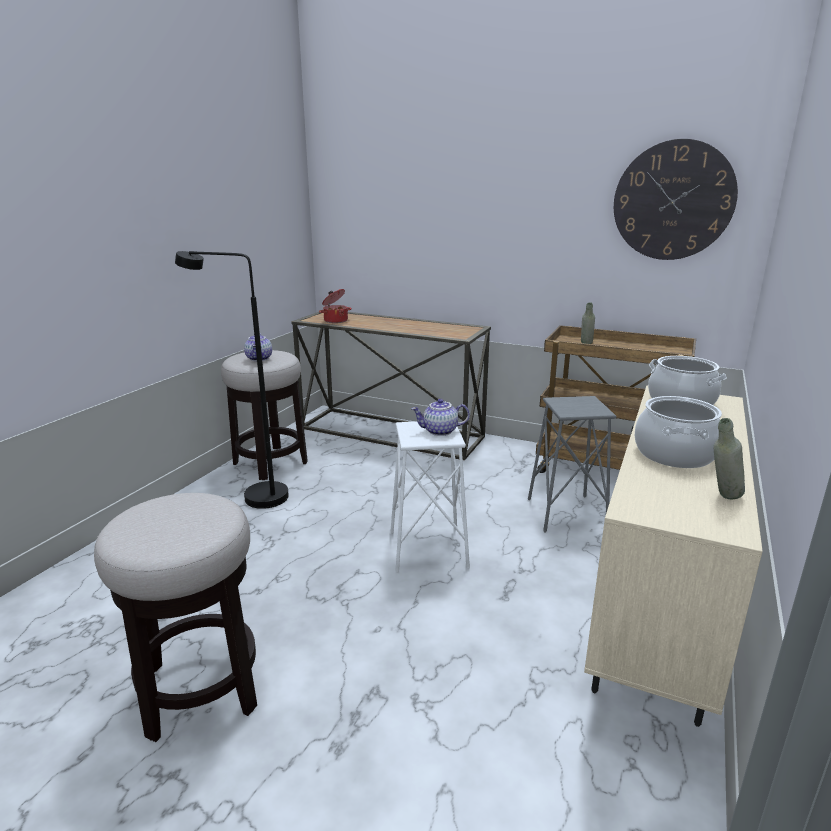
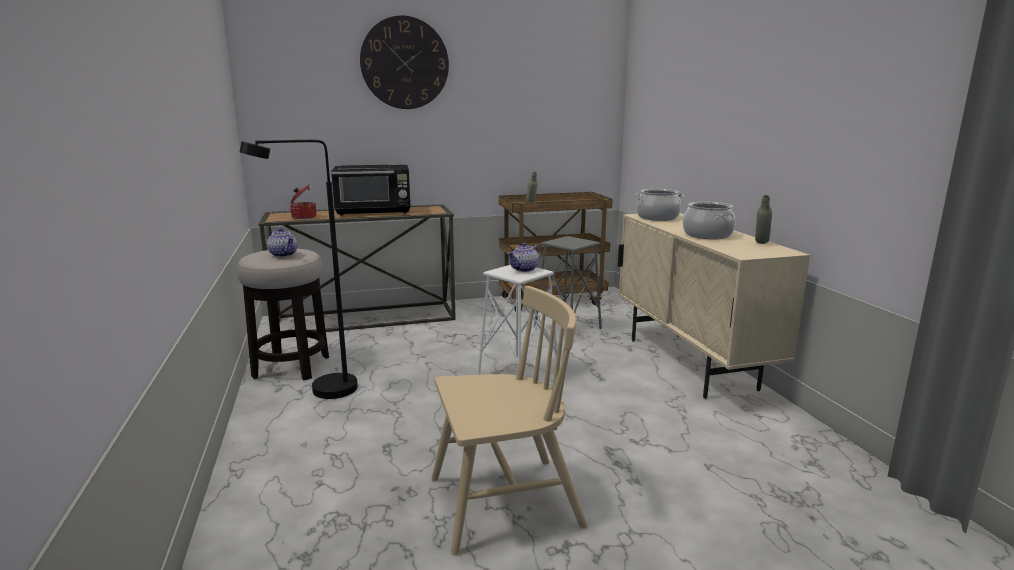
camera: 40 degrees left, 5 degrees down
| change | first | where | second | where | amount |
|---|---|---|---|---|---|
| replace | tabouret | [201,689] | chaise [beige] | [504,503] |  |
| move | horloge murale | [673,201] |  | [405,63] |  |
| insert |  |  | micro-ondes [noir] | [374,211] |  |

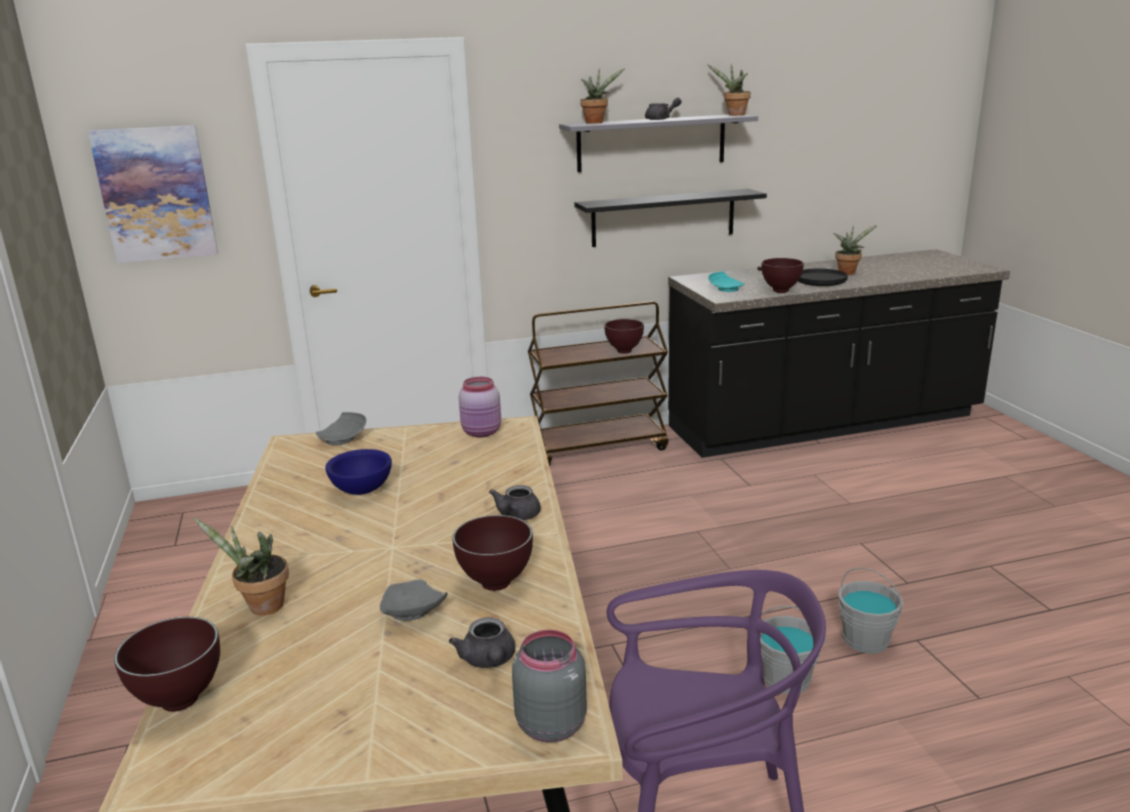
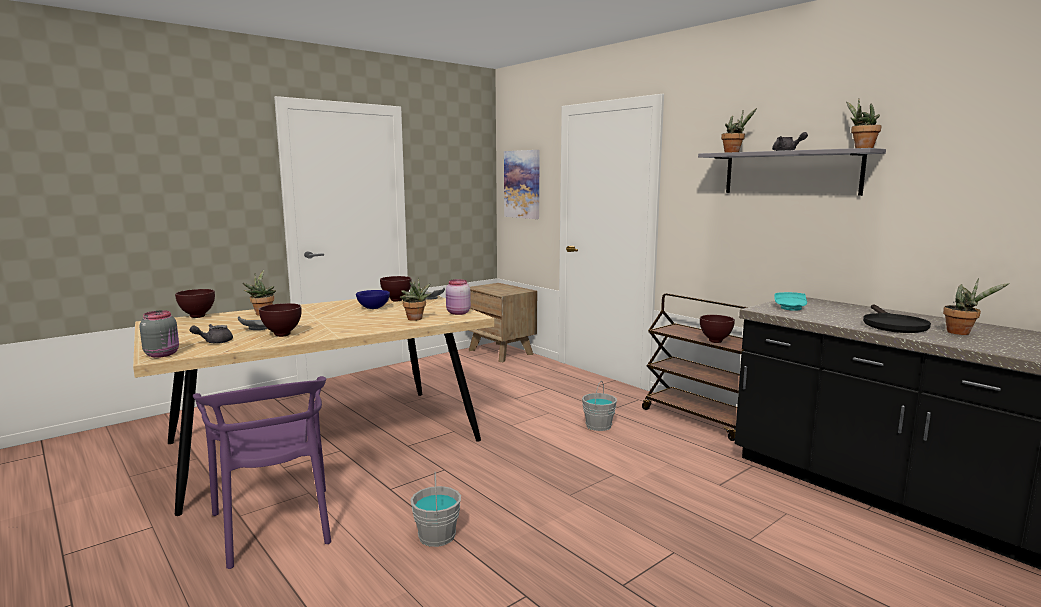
camera: 65 degrees right, 10 degrees down
| change | first | where | second | where | amount |
|---|---|---|---|---|---|
| delete | théière [gris] | [516,516] |  |  |  |
| delete | étagère [noir] | [663,217] |  |  |  |
| move | bol [marron] | [781,291] |  | [395,300] |  |
| move | seau [gris] | [866,639] |  | [599,426] |  |
| insert |  |  | plante en pot | [415,319] |  |
| insert |  |  | table de chevet [marron] | [501,352] |  |

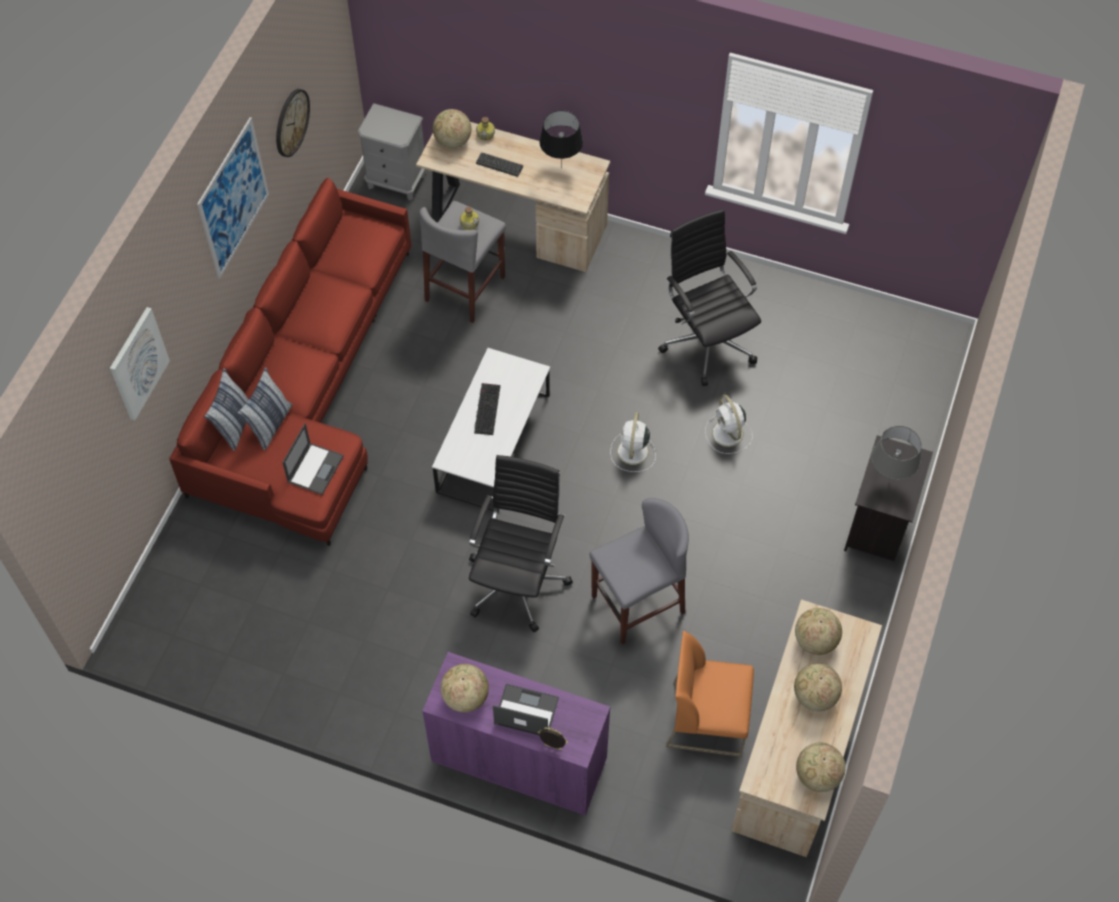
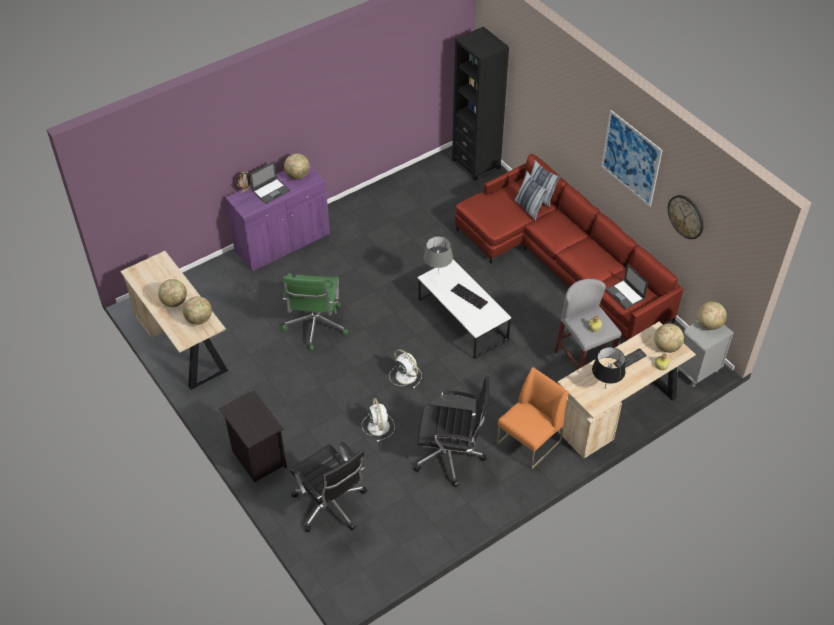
camera: 125 degrees right, 10 degrees down
| change | first | where | second | where | amount |
|---|---|---|---|---|---|
| delete | tableau | [138,363] |  |  |  |
| move | ordinateur portable | [315,468] |  | [625,295] |  |
| move | chaise de bureau [noir] | [518,581] |  | [331,506] |  |
| replace | tabouret [gris] | [637,604] | chaise de bureau [vert] | [315,326] |  |
| move | chaise [orange] | [707,718] |  | [529,442] |  |
| rotate | ventilateur [blanc] | [728,434] |  | [378,426] | 60 degrees clockwise |
| move | globe | [817,775] |  | [709,324] |  |
| move | lampe de table [gris] | [888,480] |  | [438,275] |  |
| insert |  |  | bibliothèque [noir] | [476,163] |  |

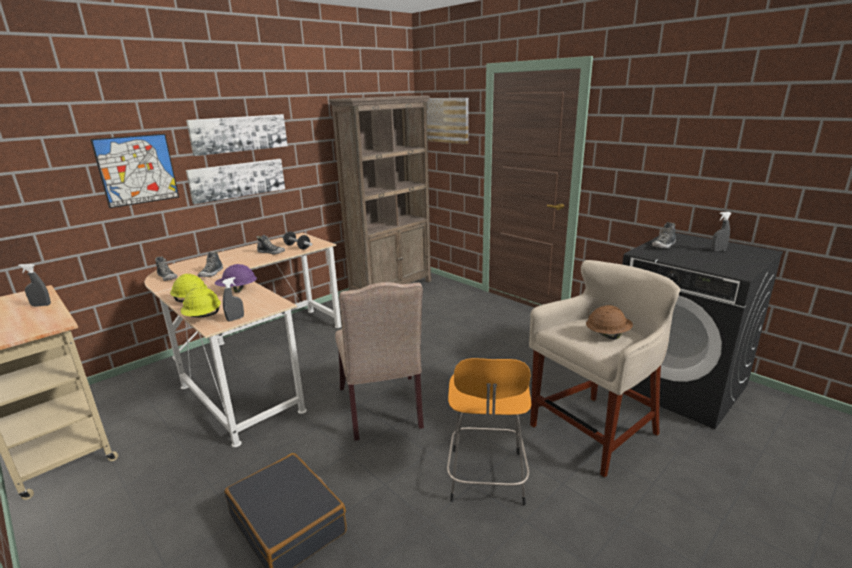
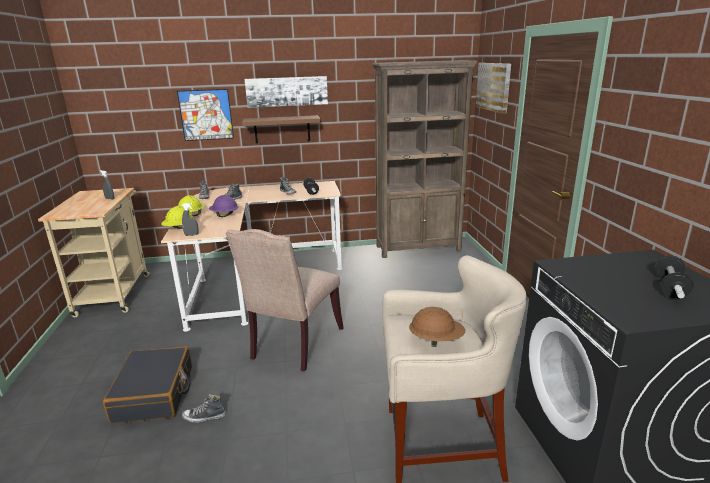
camera: 35 degrees right, 0 degrees up
| change | first | where | second | where | amount |
|---|---|---|---|---|---|
| replace | tableau | [238,180] | étagère [marron] | [282,129] |  |
| delete | tabouret [orange] | [486,478] |  |  |  |
| move | chaussure | [663,246] |  | [204,417] |  |
| replace | vaporisateur [gris] | [718,250] | haltère | [670,288] |  |

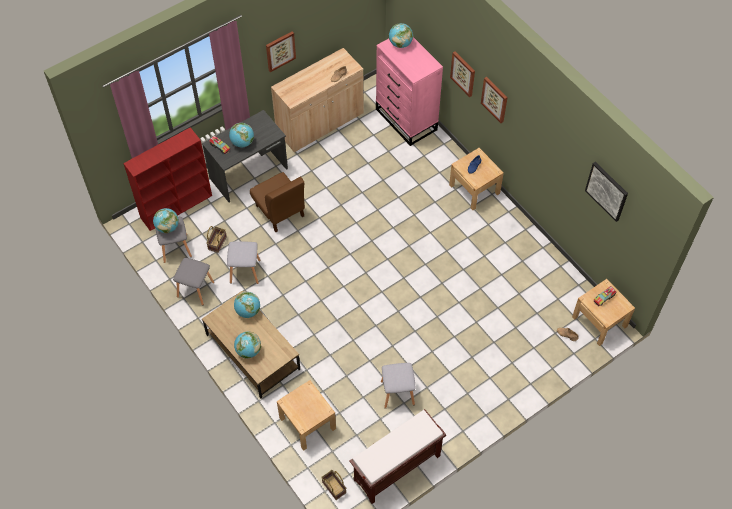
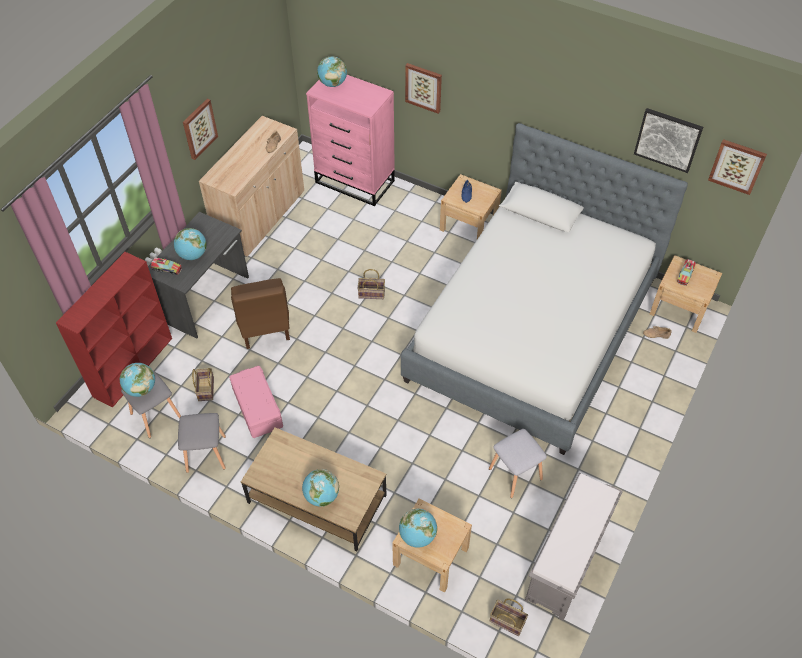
camera: 25 degrees left, 5 degrees down
| change | first | where | second | where | amount |
|---|---|---|---|---|---|
| replace | tabouret [gris] | [244,271] | boîte de rangement [rose] | [257,408] |  |
| move | globe | [248,311] |  | [417,536] |  |
| rotate | chaise [marron] | [280,211] |  | [264,325] | 45 degrees clockwise |
| recolor | banc [marron] | [396,468] | banc [gris] | [566,563] |  |
| move | tableau | [495,99] |  | [737,166] |  |
| insert |  |  | panier | [372,293] |  |
| insert |  |  | lit | [533,329] |  |

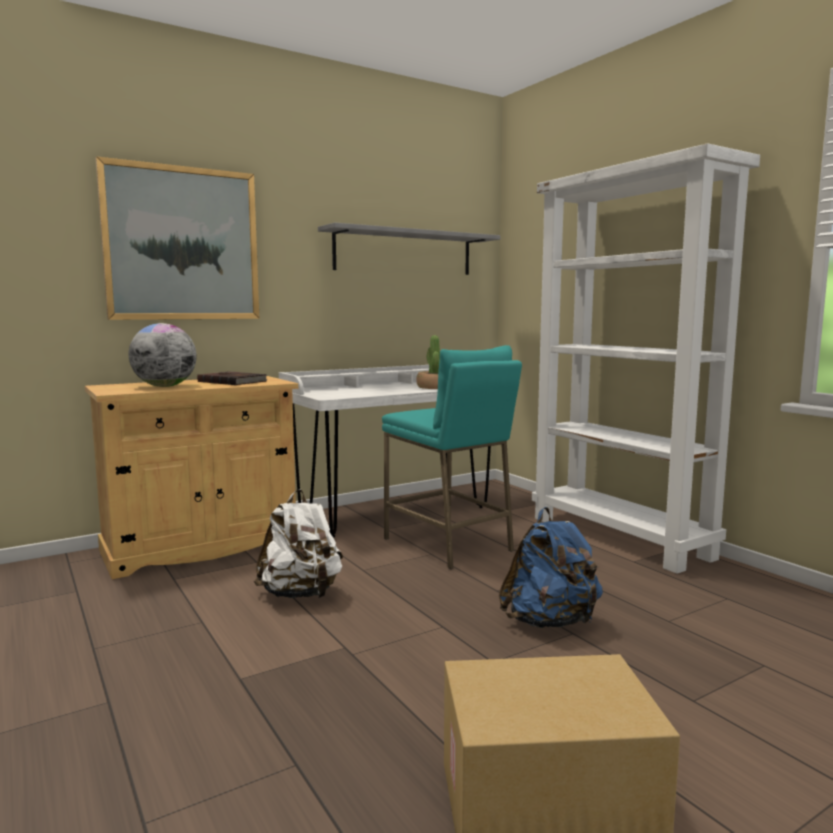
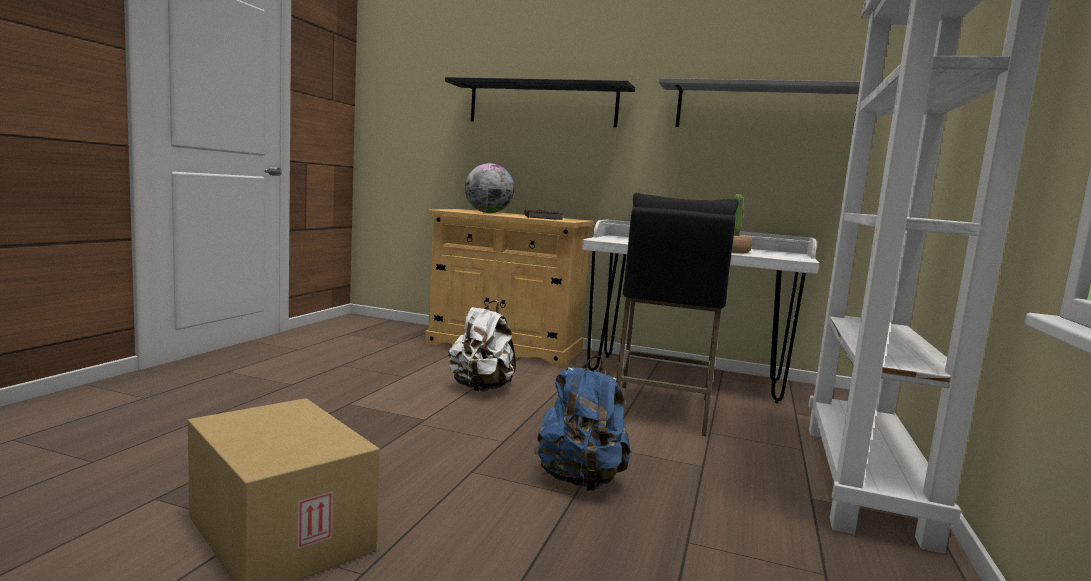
camera: 50 degrees right, 0 degrees up
| change | first | where | second | where | amount |
|---|---|---|---|---|---|
| replace | tableau | [182,244] | étagère [noir] | [542,105] |  |
| recolor | tabouret [turquoise] | [448,545] | tabouret [noir] | [661,409] |  |

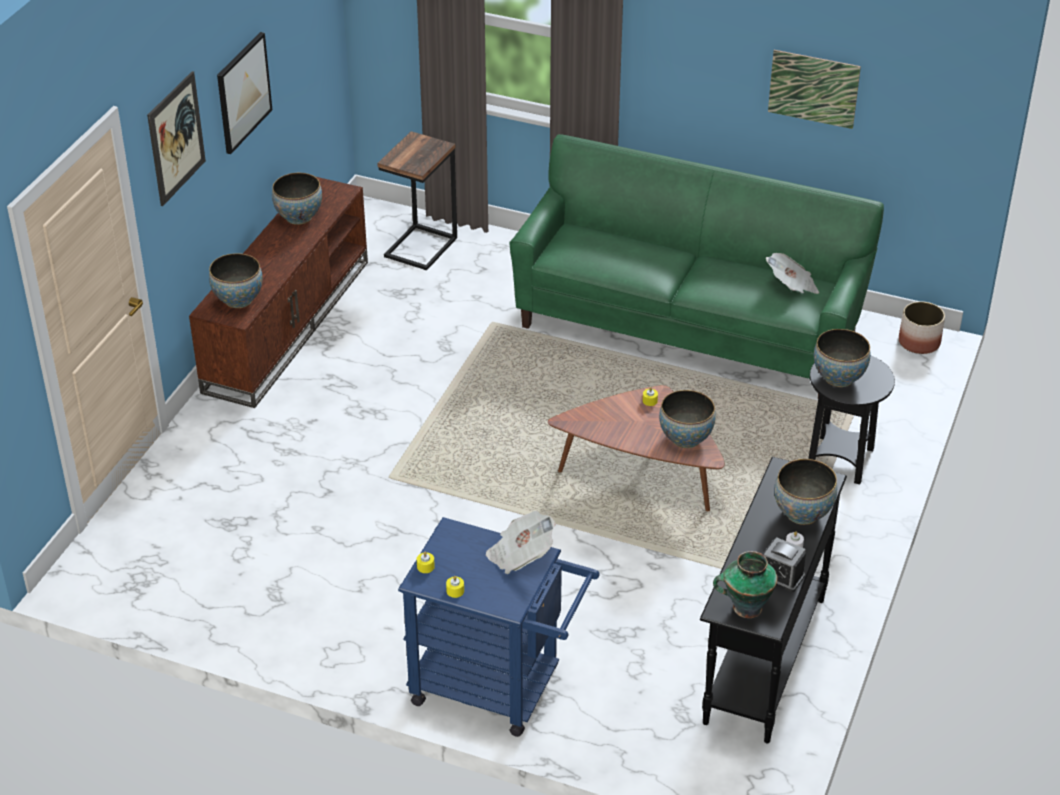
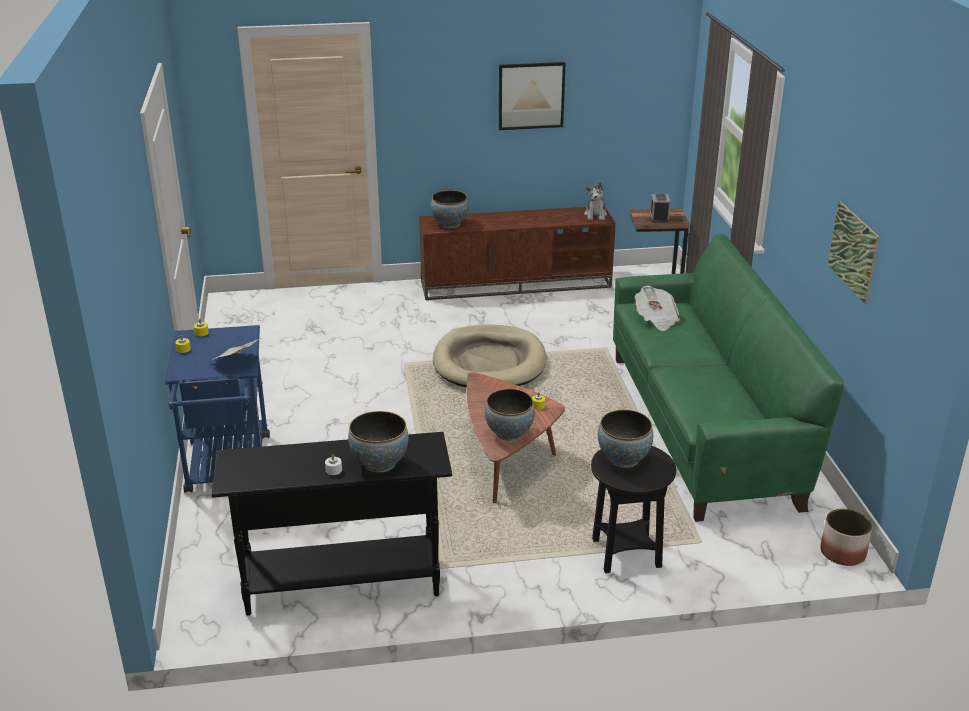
camera: 60 degrees right, 10 degrees down
| change | first | where | second | where | amount |
|---|---|---|---|---|---|
| delete | tableau | [176,138] |  |  |  |
| delete | bol | [299,217] |  |  |  |
| delete | vase | [745,608] |  |  |  |
| move | réveil | [781,576] |  | [659,217] |  |
| move | journal | [792,286] |  | [656,319] |  |
| insert |  |  | panier pour chien [beige] | [489,363] |  |
| insert |  |  | peluche | [595,215] |  |

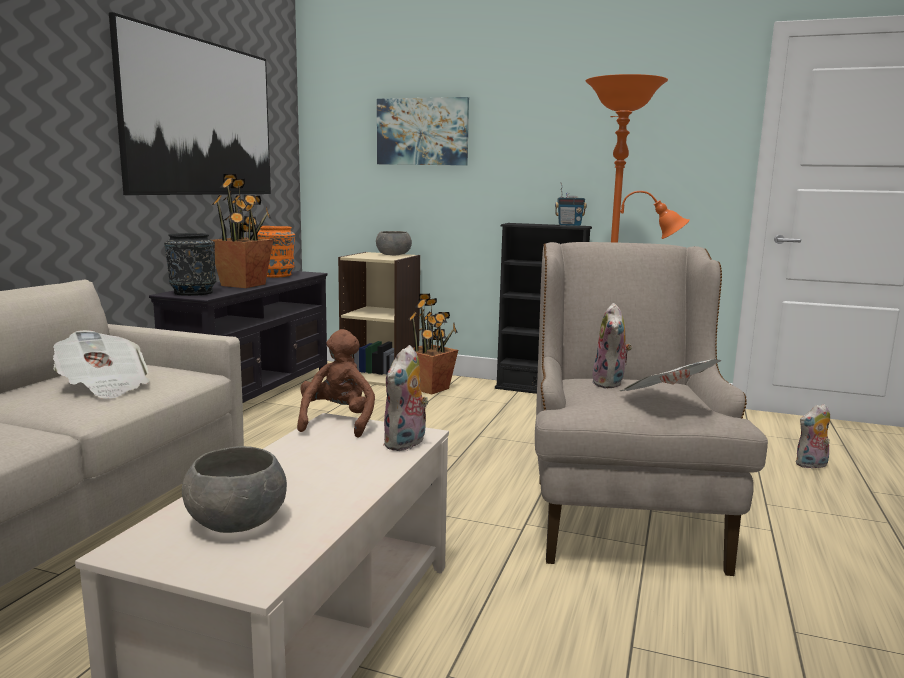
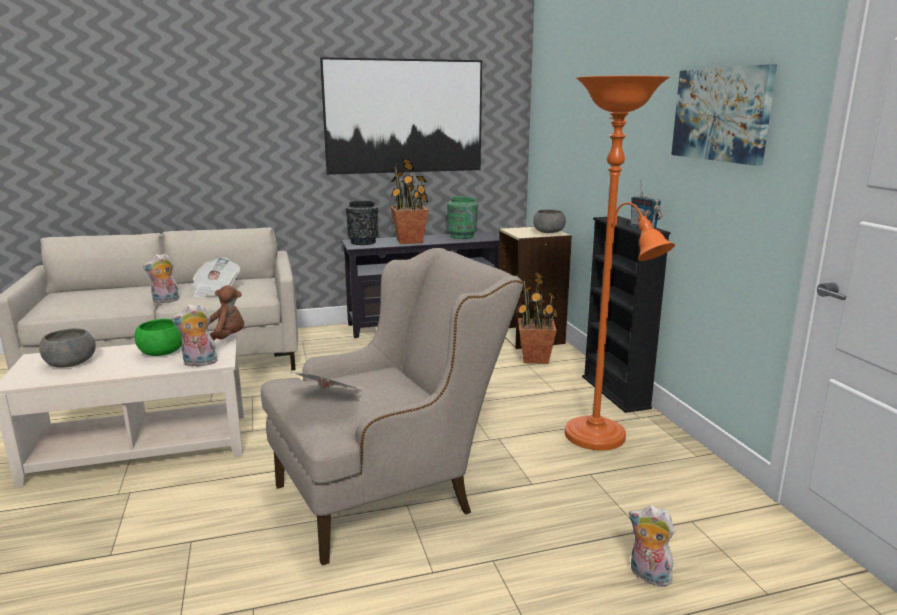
camera: 55 degrees right, 5 degrees up
| change | first | where | second | where | amount |
|---|---|---|---|---|---|
| recolor | vase [orange] | [276,275] | vase [vert] | [462,236] |  |
| move | tableau | [422,132] |  | [721,114] |  |
| move | peluche | [610,384] |  | [165,301] |  |
| insert |  |  | bol [vert] | [162,352] |  |

